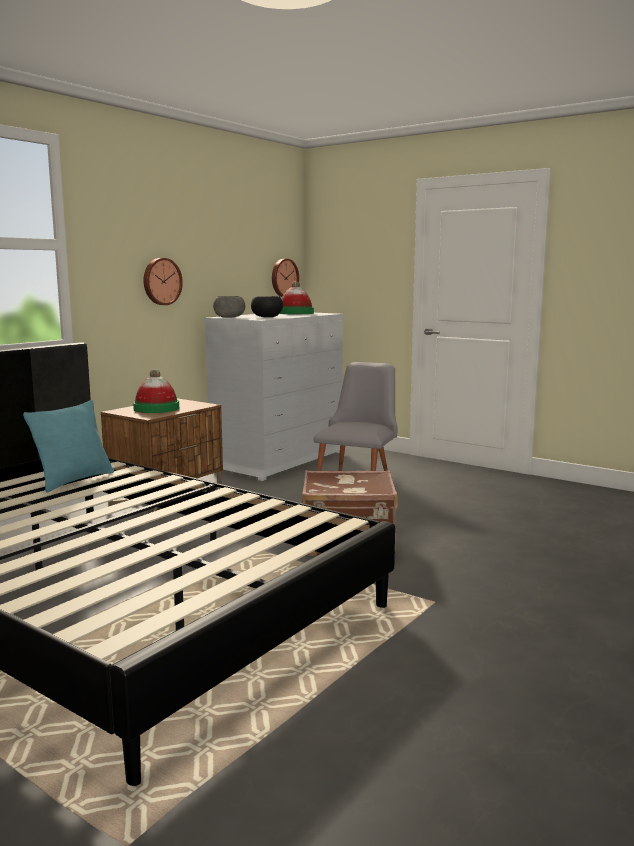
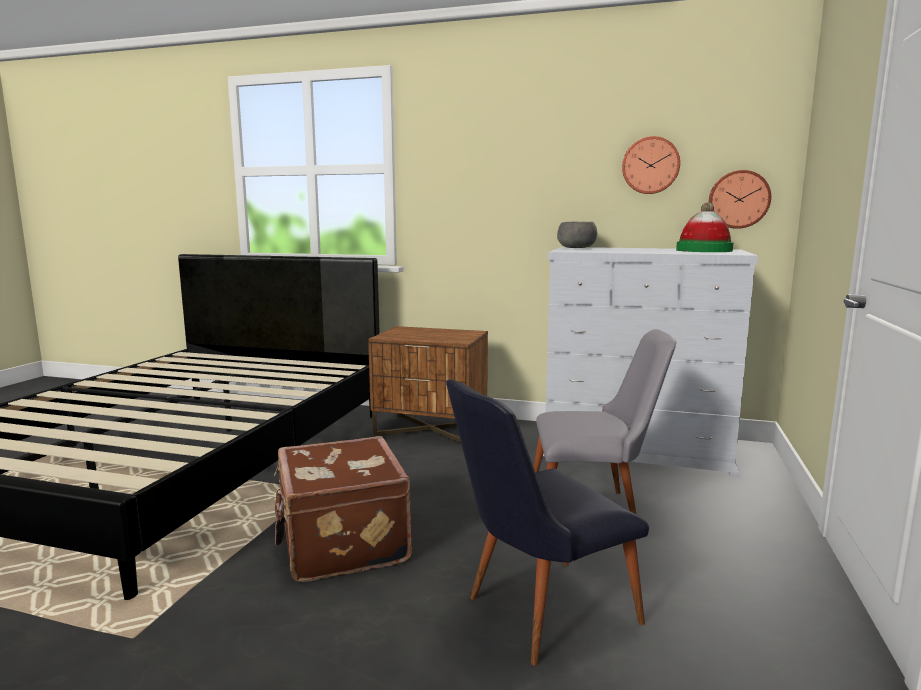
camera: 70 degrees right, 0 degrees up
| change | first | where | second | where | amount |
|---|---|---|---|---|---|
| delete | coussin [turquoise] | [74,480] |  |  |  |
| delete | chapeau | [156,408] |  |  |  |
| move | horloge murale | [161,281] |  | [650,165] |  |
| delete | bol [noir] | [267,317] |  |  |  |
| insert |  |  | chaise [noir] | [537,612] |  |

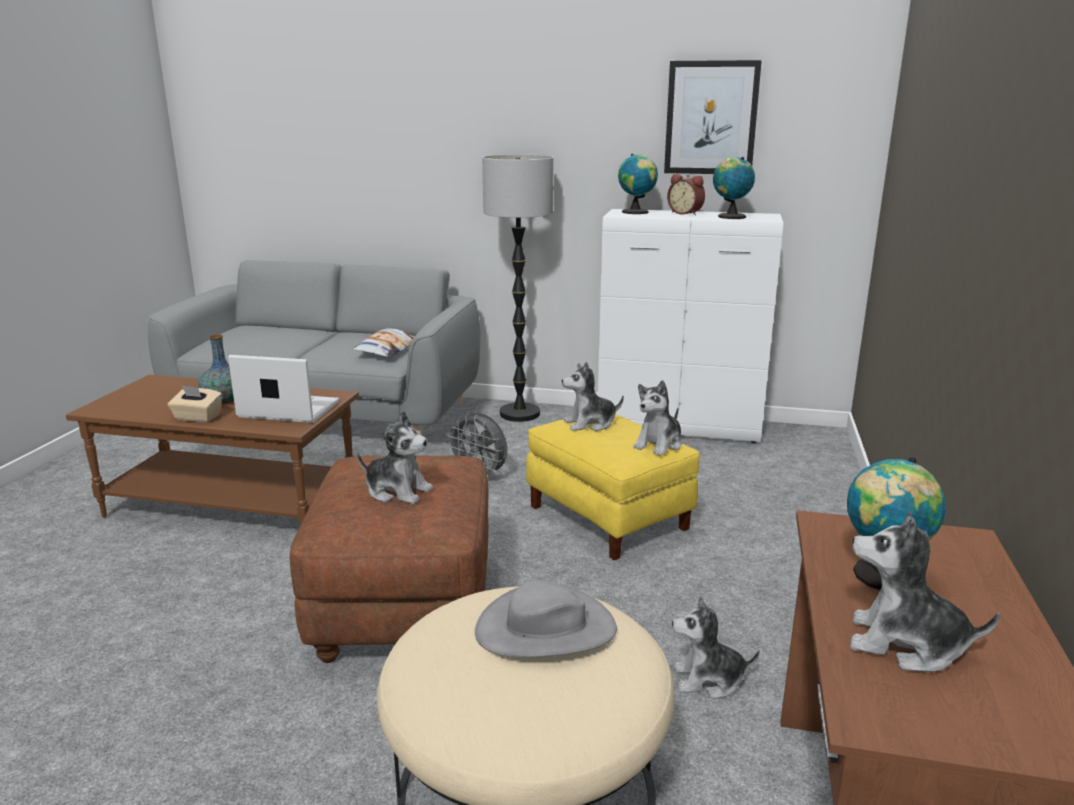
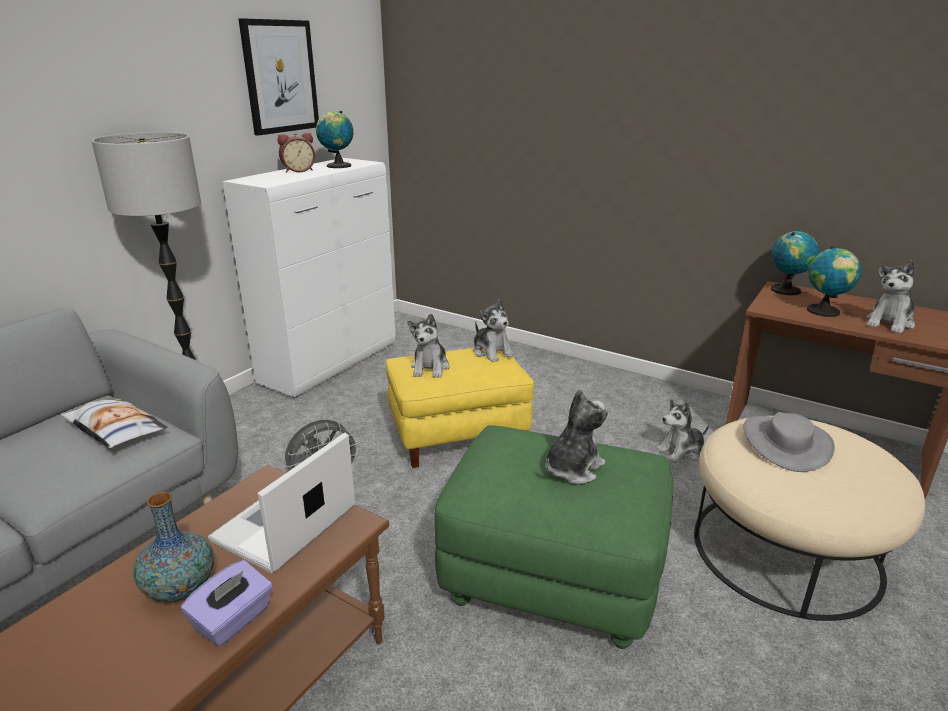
camera: 70 degrees left, 5 degrees up
| change | first | where | second | where | amount |
|---|---|---|---|---|---|
| recolor | boîte à mouchoirs [beige] | [197,418] | boîte à mouchoirs [violet] | [233,620] |  |
| recolor | pouf [marron] | [403,607] | pouf [vert] | [550,578] |  |
| move | globe | [637,212] |  | [786,290] |  |
| rotate | peluche | [708,680] |  | [681,451] | 45 degrees clockwise |

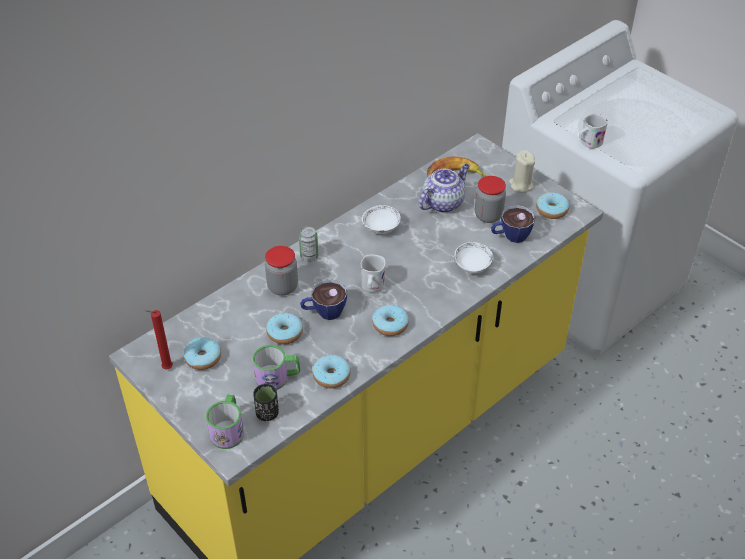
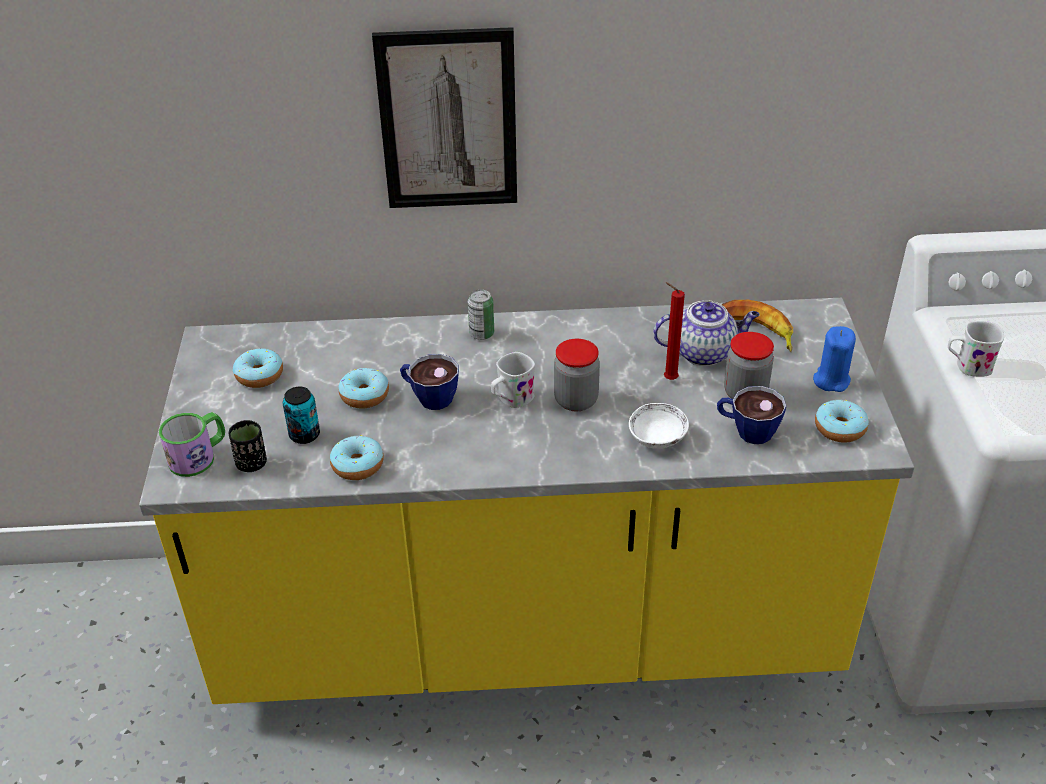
camera: 40 degrees right, 5 degrees down
| change | first | where | second | where | amount |
|---|---|---|---|---|---|
| move | bougie [rouge] | [165,368] |  | [668,379] |  |
| replace | mug | [278,377] | boîte métallique | [304,435] |  |
| move | bocal | [282,287] |  | [576,400] |  |
| delete | bol [blanc] | [381,228] |  |  |  |
| delete | beignet | [390,325] |  |  |  |
| recolor | bougie [beige] | [521,185] | bougie [bleu] | [831,380] |  |
| insert |  |  | tableau | [448,120] |  |

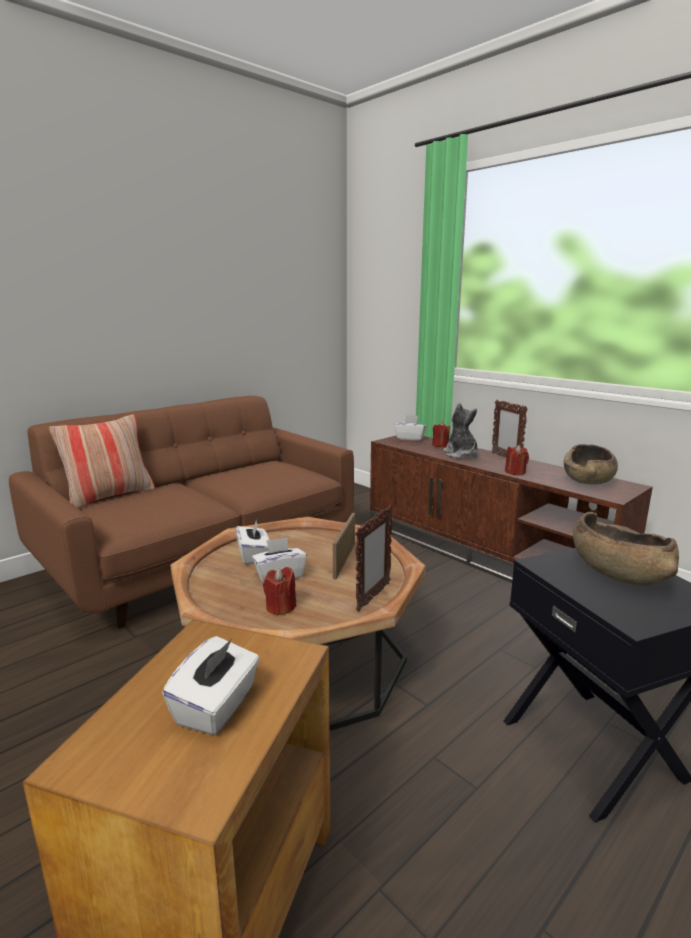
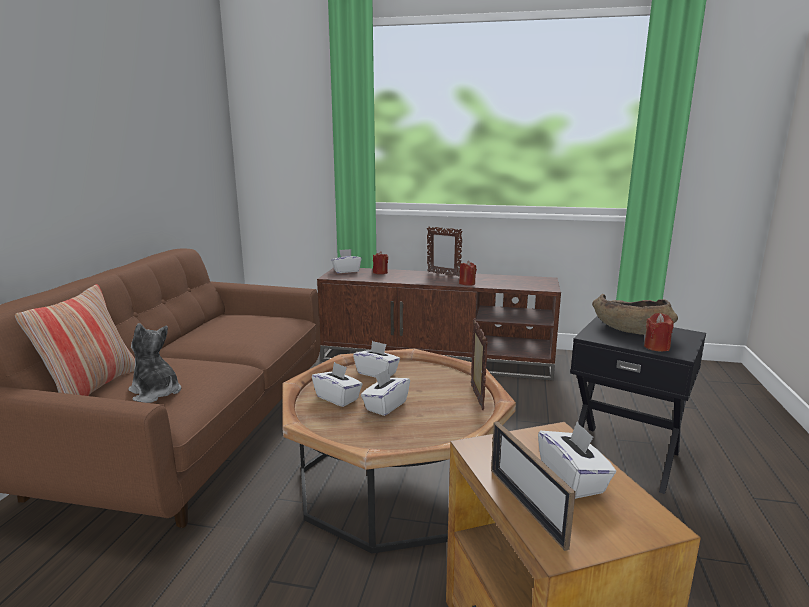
camera: 35 degrees left, 0 degrees up
| change | first | where | second | where | amount |
|---|---|---|---|---|---|
| move | bougie [rouge] | [280,607] |  | [656,347] |  |
| move | cadre photo | [344,560] |  | [526,506] |  |
| move | peluche | [461,454] |  | [156,393] |  |
| delete | bol [marron] | [588,480] |  |  |  |
| insert |  |  | boîte à mouchoirs [blanc] | [377,373] |  |

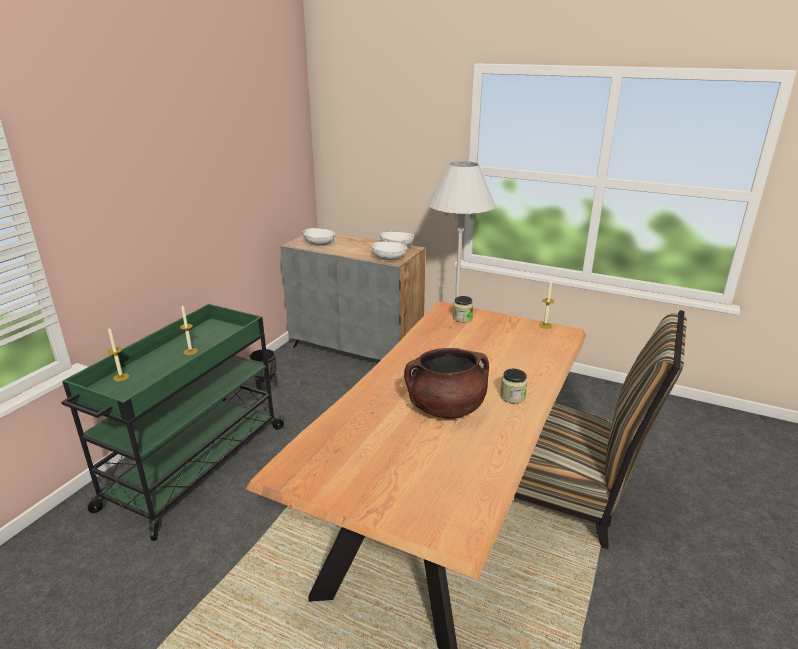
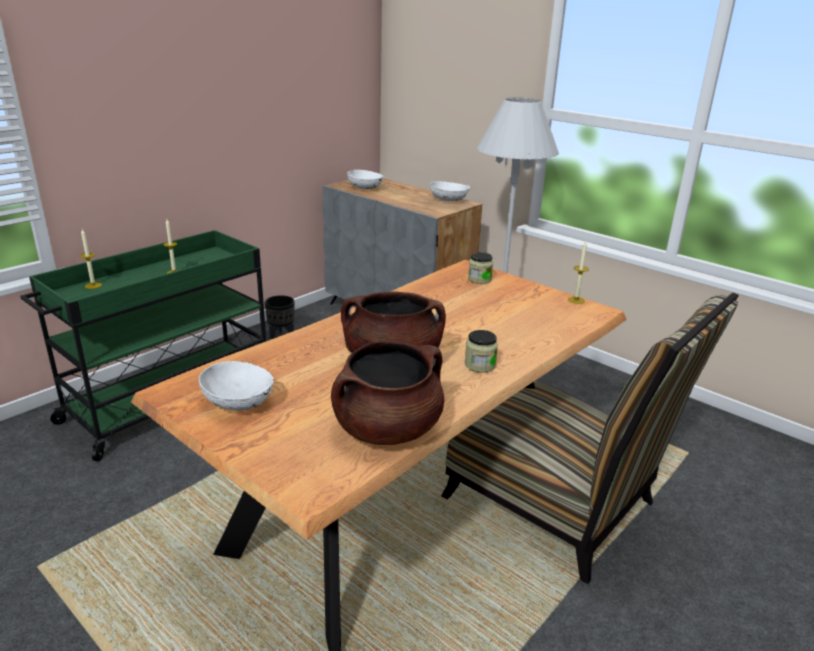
camera: 15 degrees right, 0 degrees up
| change | first | where | second | where | amount |
|---|---|---|---|---|---|
| move | bol [blanc] | [389,259] |  | [239,403] |  |
| insert |  |  | marmite [marron] | [387,429] |  |

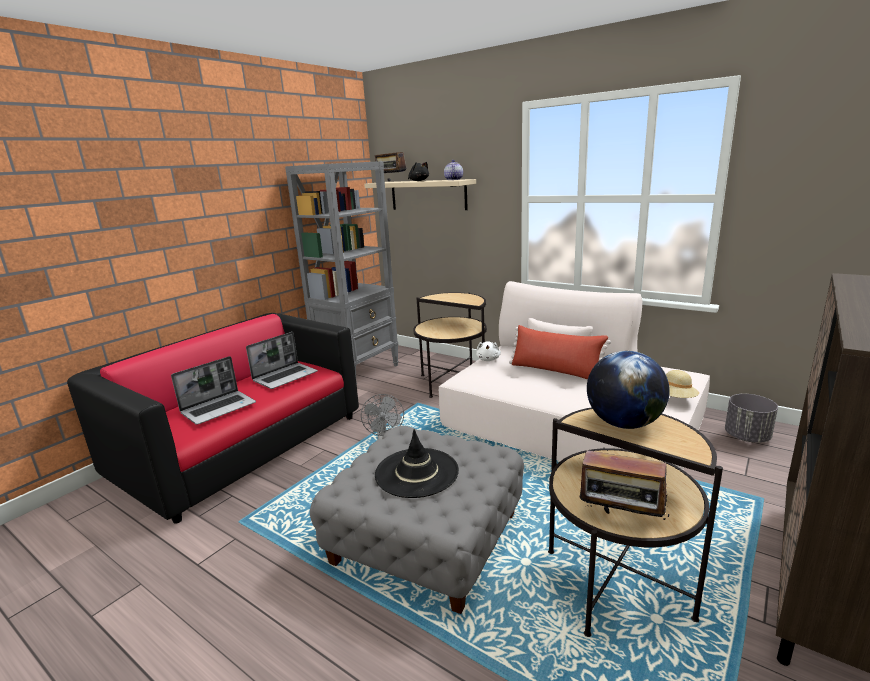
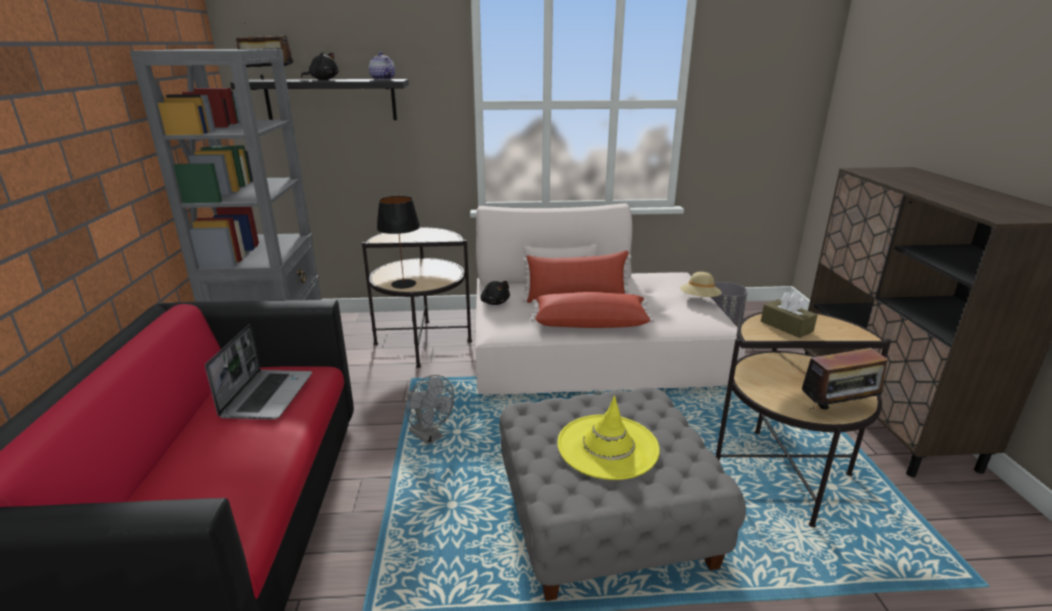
camera: 40 degrees left, 5 degrees up
| change | first | where | second | where | amount |
|---|---|---|---|---|---|
| delete | ordinateur portable | [219,408] |  |  |  |
| recolor | étagère [beige] | [428,195] | étagère [noir] | [331,100] |  |
| recolor | chapeau [noir] | [417,472] | chapeau [jaune] | [607,446] |  |
| recolor | peluche [blanc] | [488,359] | peluche [noir] | [494,302] |  |
| replace | globe | [624,423] | boîte à mouchoirs [marron] | [786,326] |  |
| insert |  |  | lampe de table [noir] | [404,284] |  |
| insert |  |  | coussin [rouge] | [590,323] |  |

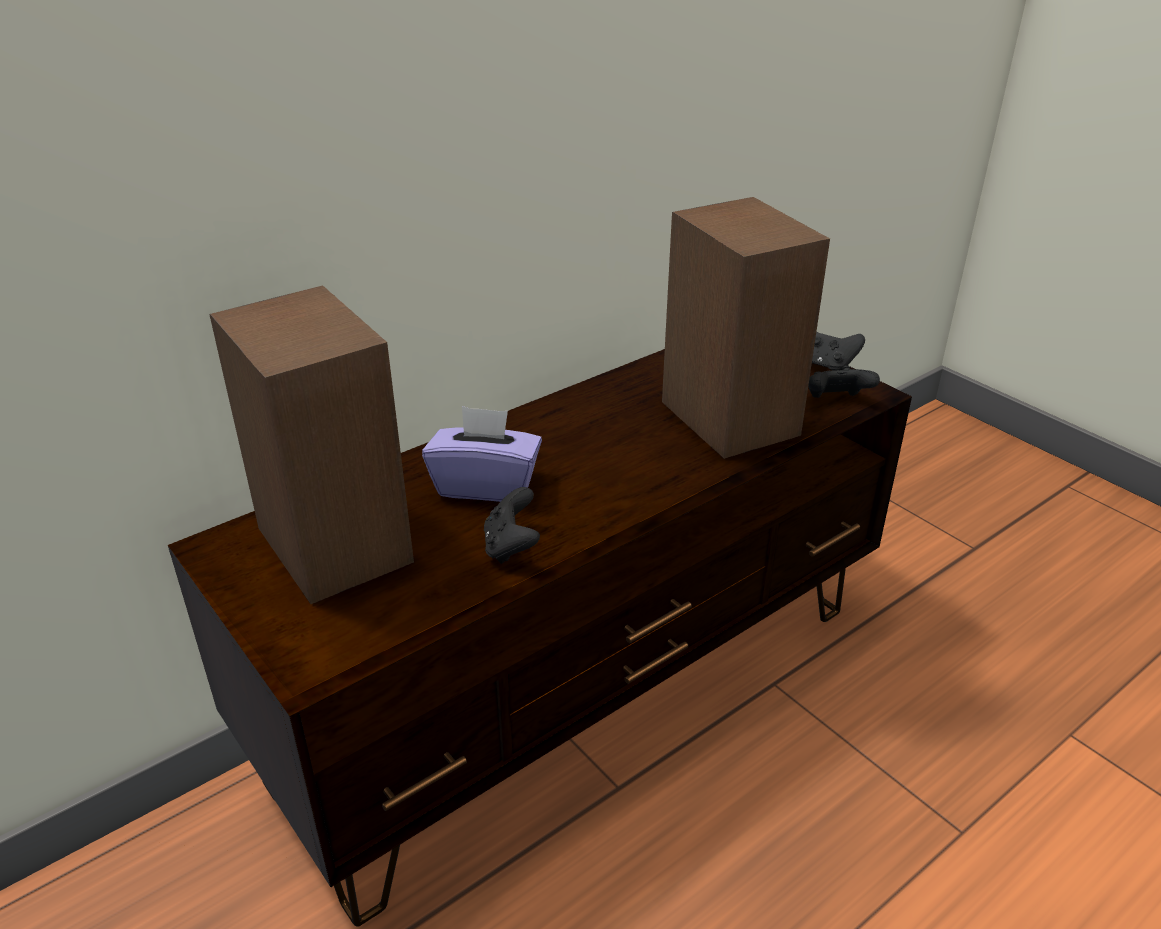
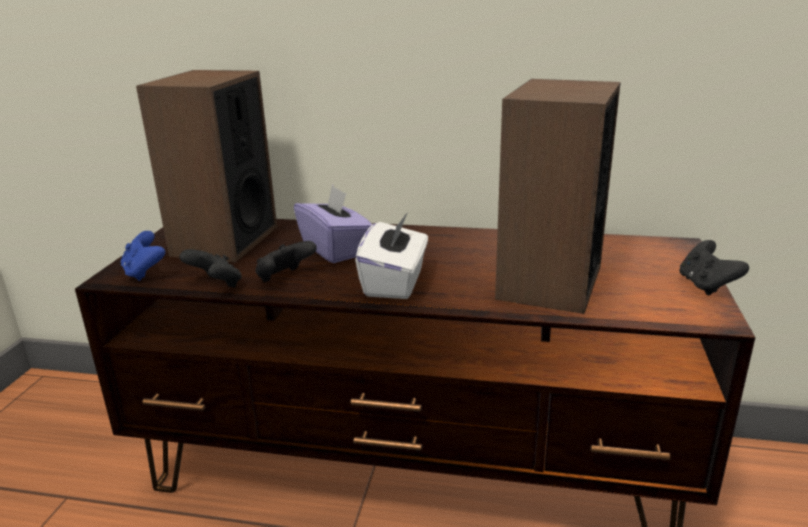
camera: 50 degrees right, 10 degrees down
| change | first | where | second | where | amount |
|---|---|---|---|---|---|
| move | manette [noir] | [836,401] |  | [216,285] |  |
| insert |  |  | manette [bleu] | [145,272] |  |
| insert |  |  | boîte à mouchoirs [blanc] | [395,283] |  |

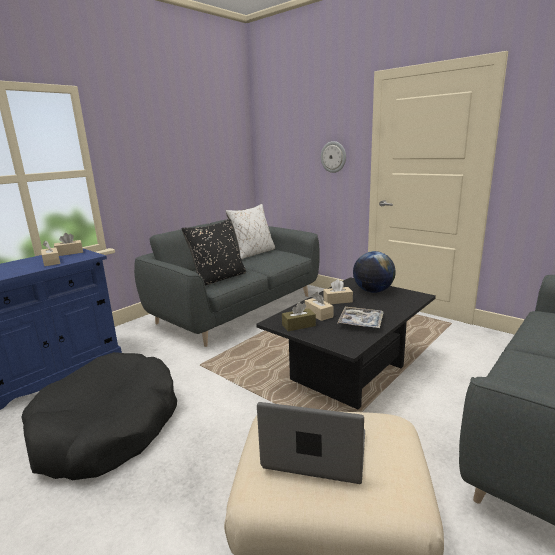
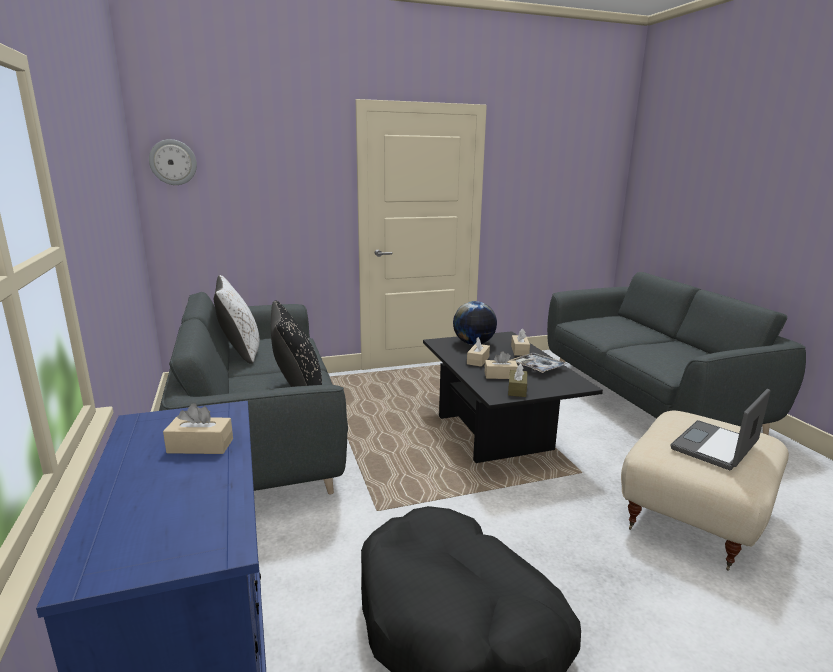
camera: 60 degrees left, 0 degrees up
| change | first | where | second | where | amount |
|---|---|---|---|---|---|
| move | boîte à mouchoirs [beige] | [69,253] |  | [519,351] |  |
| move | horloge murale | [333,157] |  | [173,162] |  |

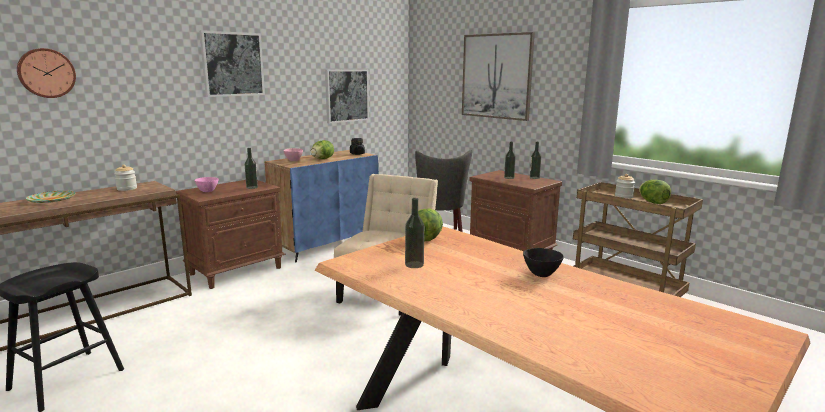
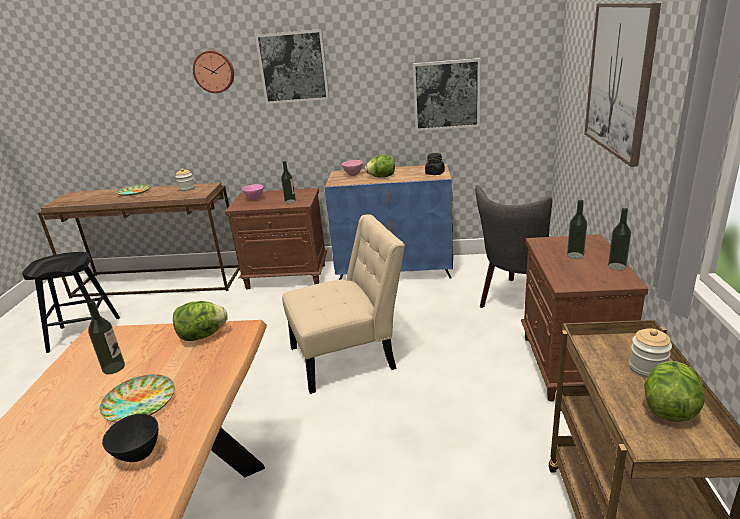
camera: 50 degrees right, 10 degrees up
| change | first | where | second | where | amount |
|---|---|---|---|---|---|
| move | horloge murale | [46,73] |  | [214,71] |  |
| insert |  |  | assiette | [140,403] |  |

